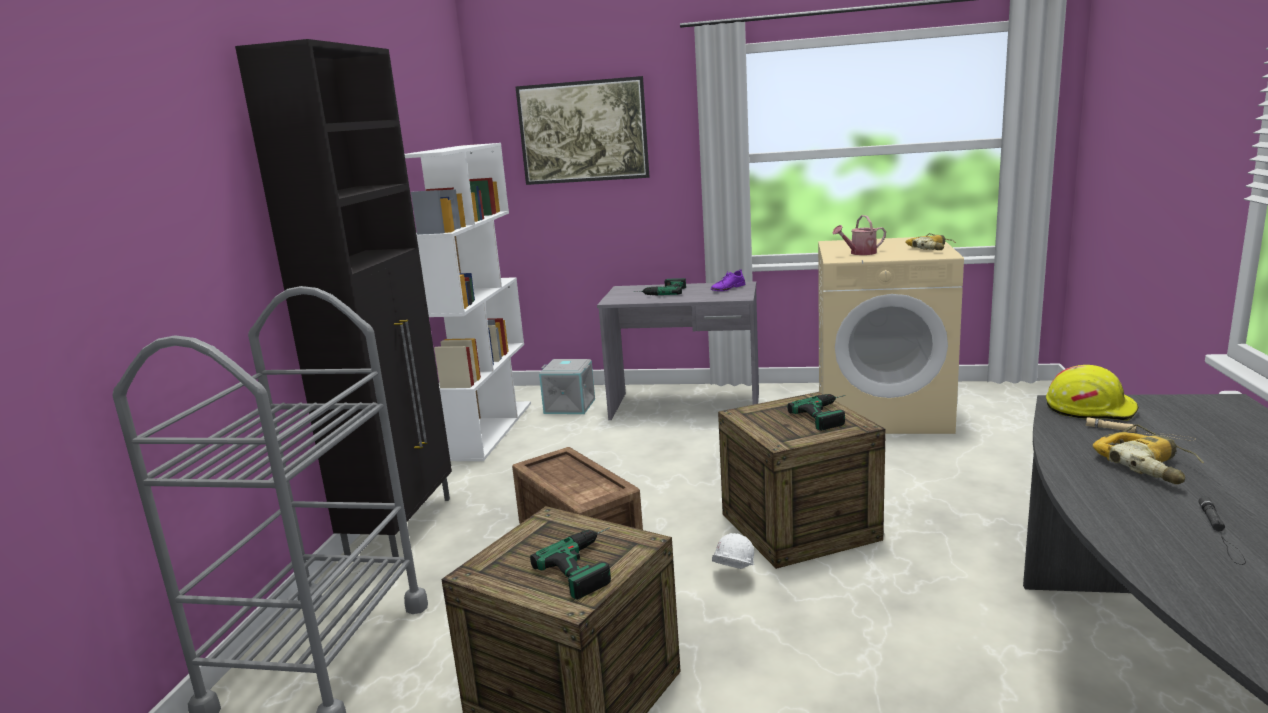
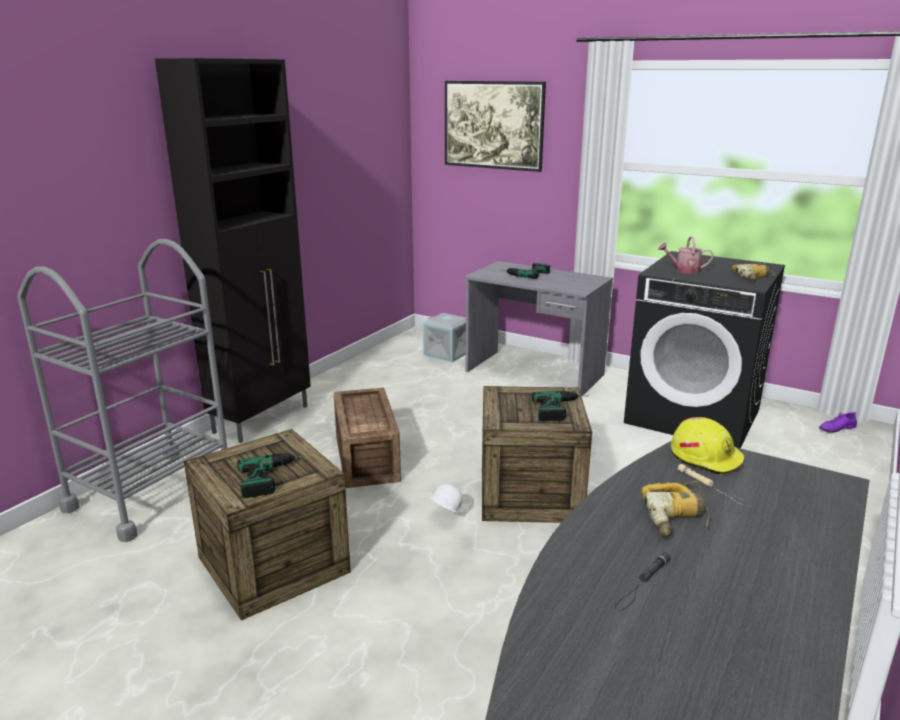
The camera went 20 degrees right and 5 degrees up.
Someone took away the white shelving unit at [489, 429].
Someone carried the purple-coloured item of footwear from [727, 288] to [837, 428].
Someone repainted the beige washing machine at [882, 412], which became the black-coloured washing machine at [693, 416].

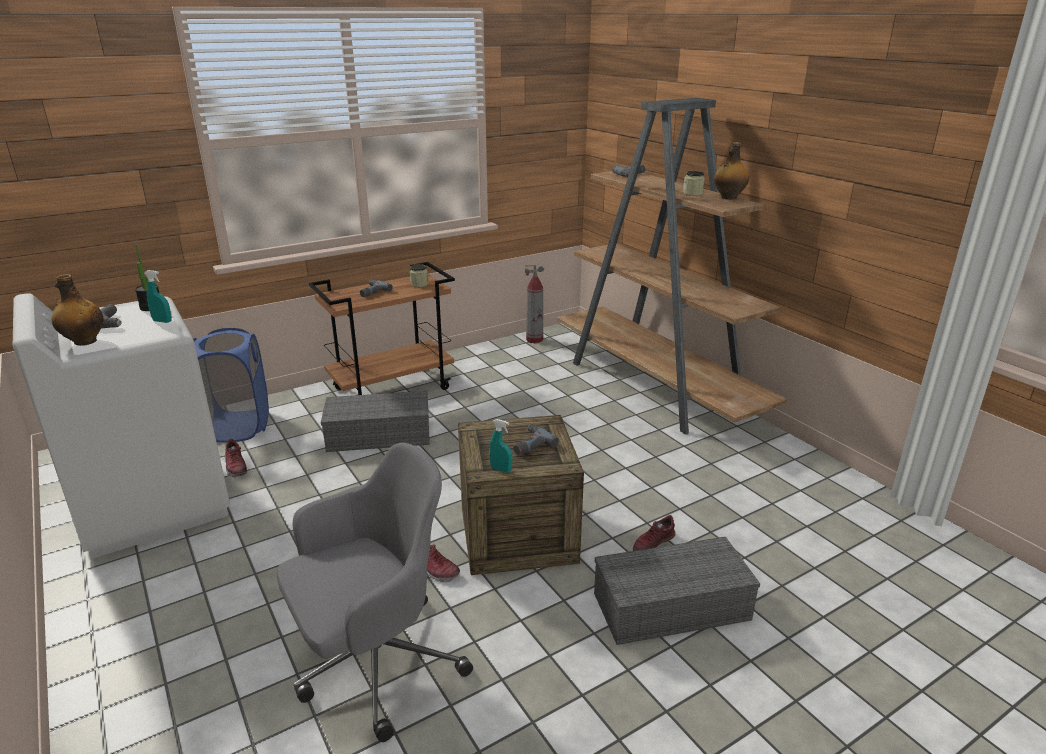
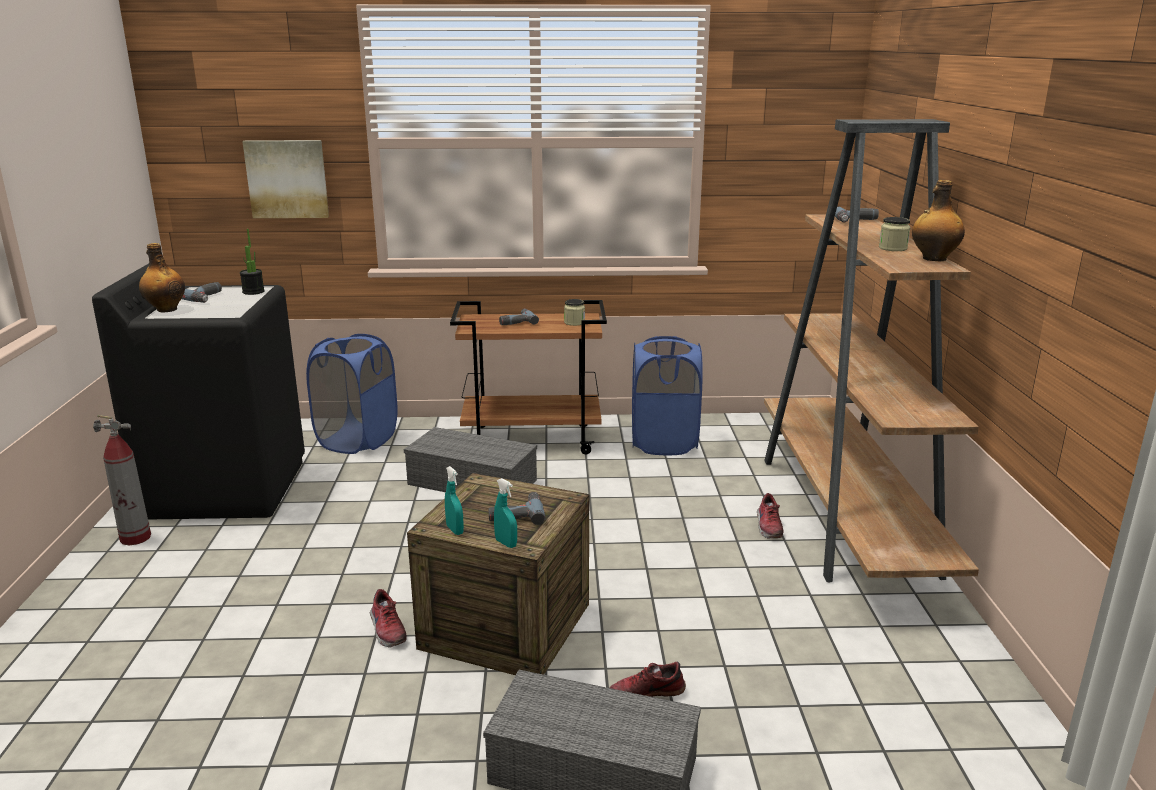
The camera went 30 degrees right and 5 degrees down.
Someone took away the grey computer chair at [374, 663].
Someone put up the picture at [287, 179].
Someone put down the blue laundry basket at [664, 442].
Someone carried the turquoise sprayer from [162, 321] to [506, 543].
Someone carried the item of footwear from [235, 466] to [768, 526].
Someone carried the fire extinguisher from [534, 340] to [136, 538].
Someone repainted the white washing machine at [152, 503], which became the black-coloured washing machine at [226, 488].

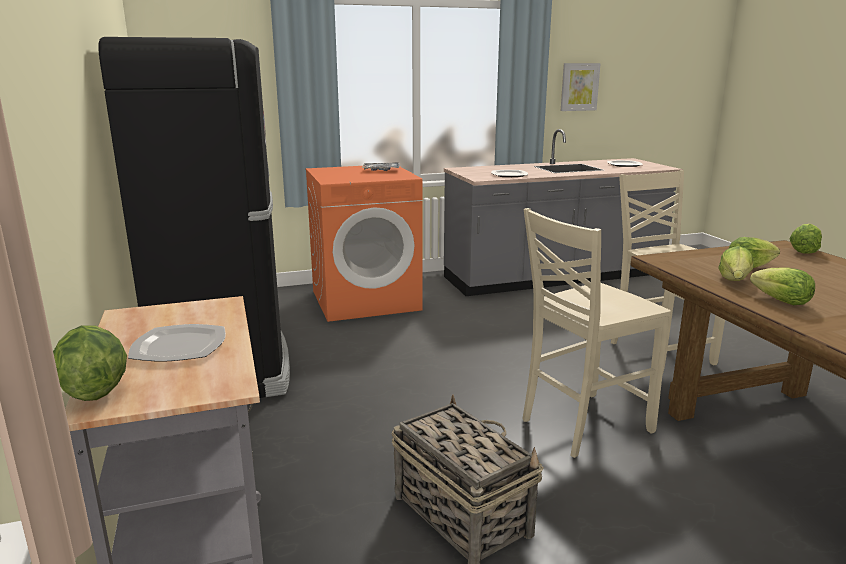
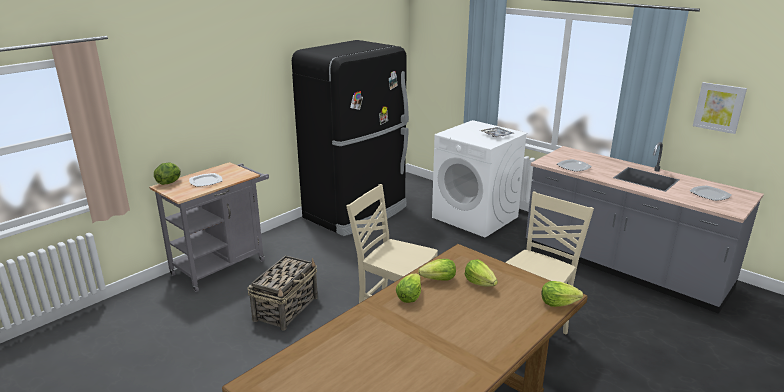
The camera went 60 degrees right and 5 degrees up.
Someone repainted the orange-coloured washing machine at [366, 300], which became the white washing machine at [475, 217].

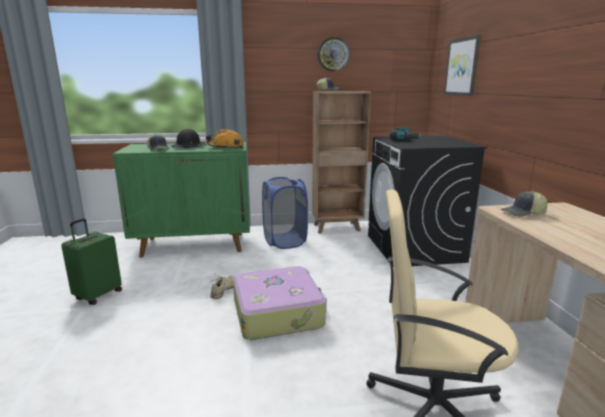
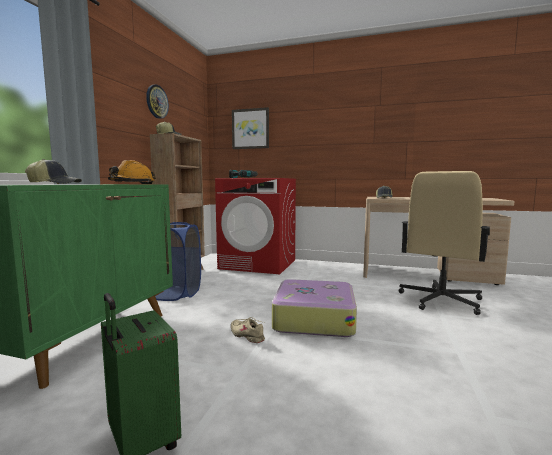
The camera went 65 degrees left and 10 degrees down.
Someone took away the black-coloured hard hat at [189, 146].
Someone repainted the black-coloured washing machine at [414, 248], which became the red washing machine at [259, 264].

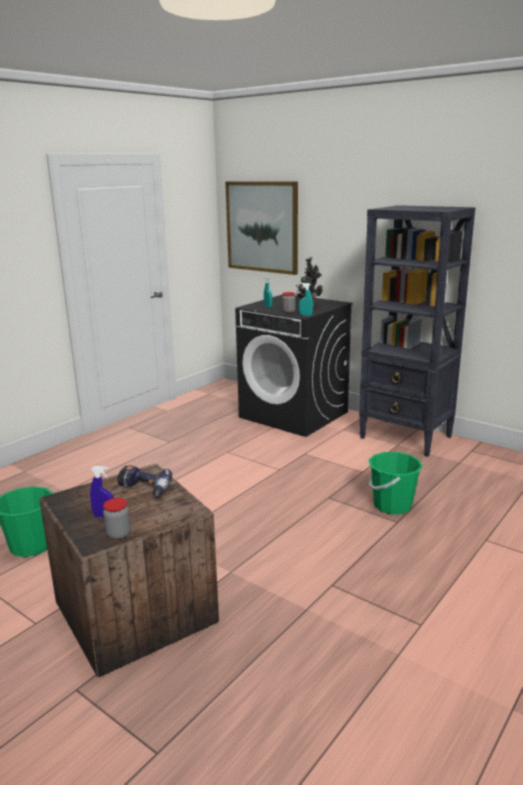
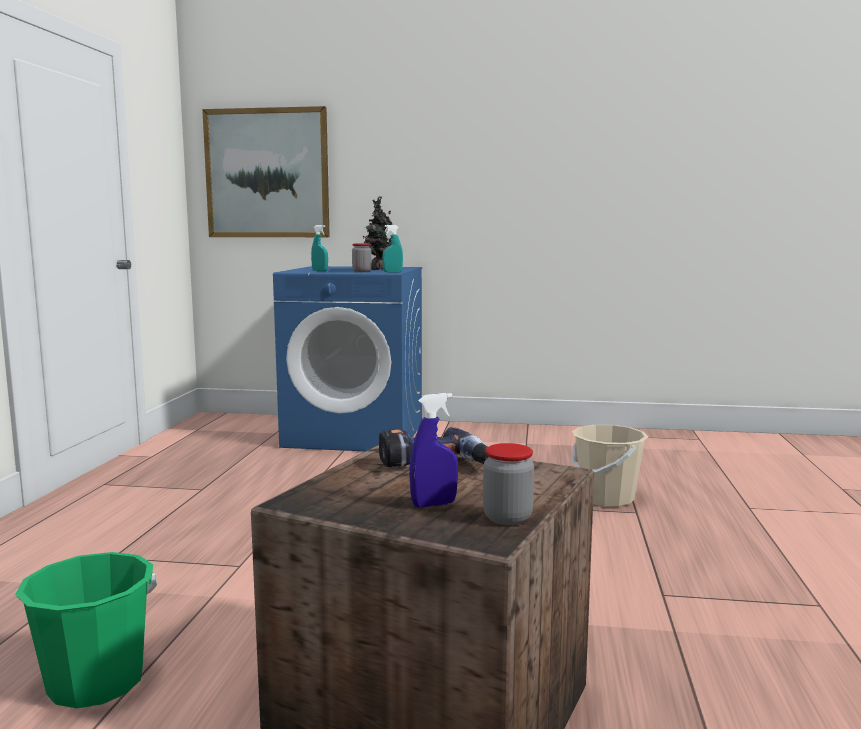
The camera went 30 degrees left and 10 degrees down.
Someone took away the black-coloured shelving unit at [406, 437].
Someone repainted the black-coloured washing machine at [294, 415], which became the blue washing machine at [356, 434].
Someone repainted the greenish water bucket at [392, 505], which became the beige water bucket at [606, 498].

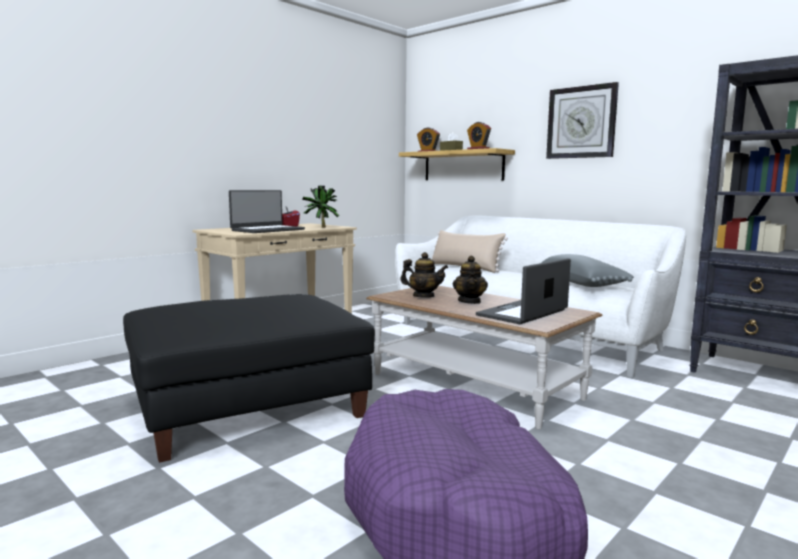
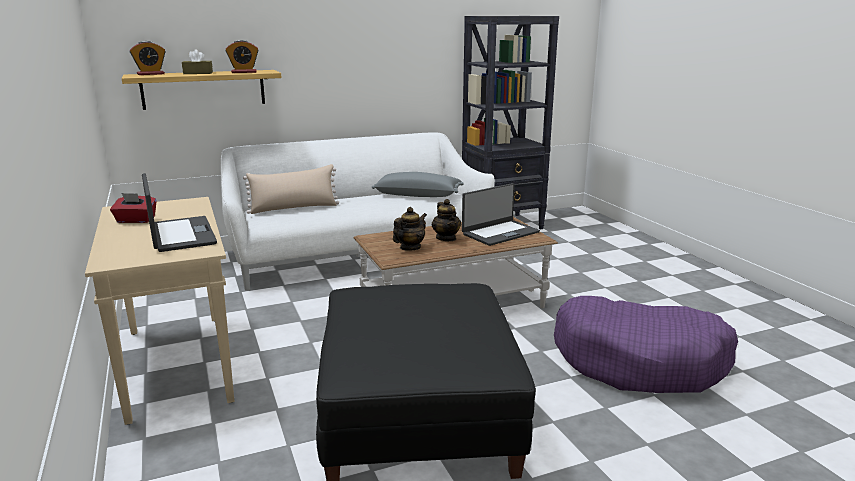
The camera went 65 degrees left and 10 degrees up.
Someone took away the potted plant at [321, 227].
Someone took away the clock on the wall at [581, 122].
Someone rotated the tea pot at [469, 301] by 45 degrees clockwise.
Someone rotated the notebook computer at [523, 313] by 105 degrees counterclockwise.

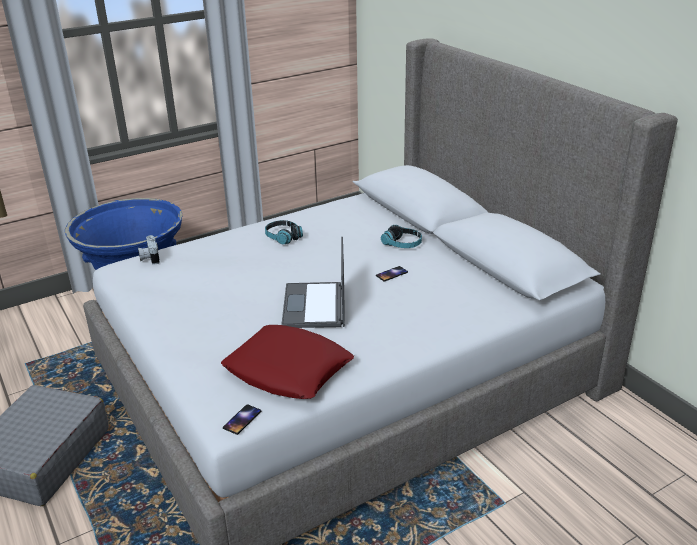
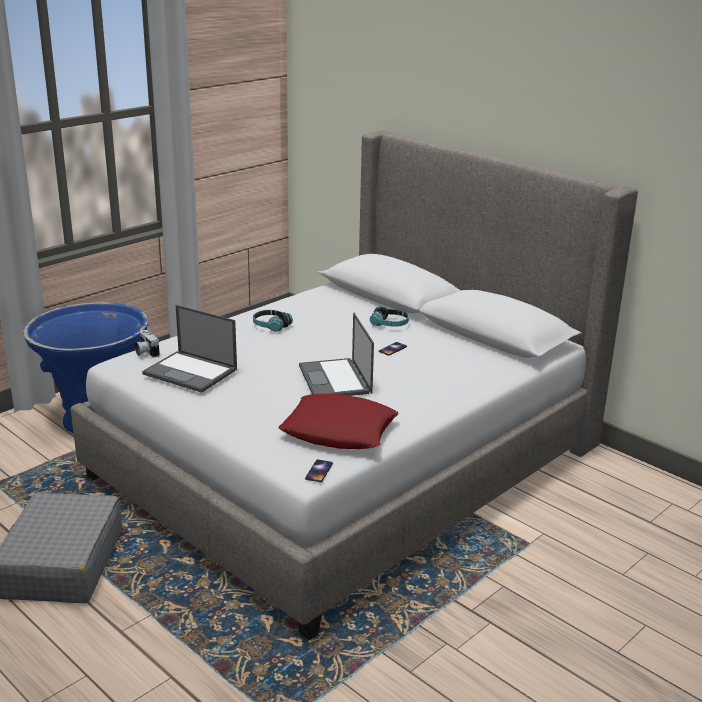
The camera went 15 degrees left and 5 degrees down.
Someone put down the notebook computer at [191, 372].

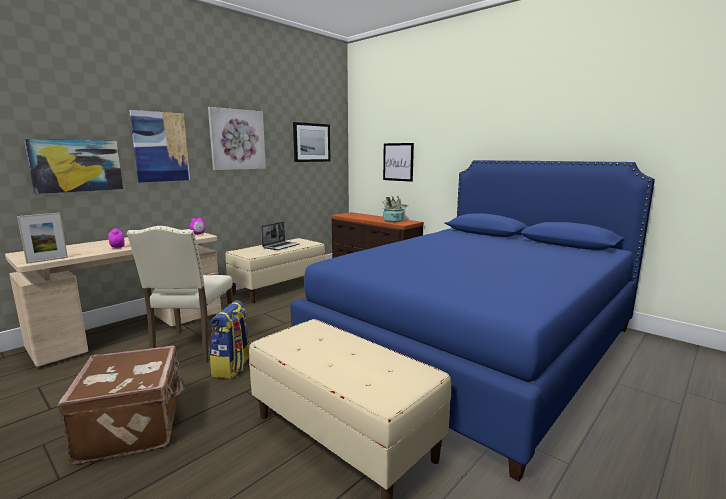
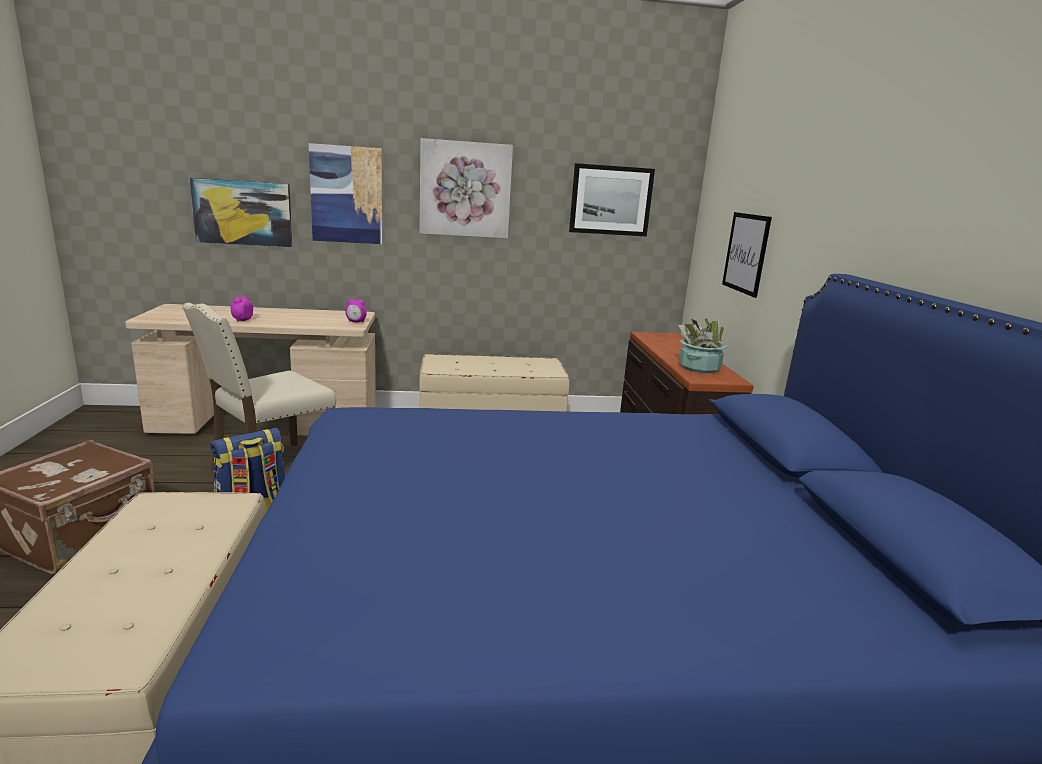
The camera went 40 degrees right and 5 degrees up.
Someone took away the picture frame at [47, 260].
Someone took away the notebook computer at [281, 246].

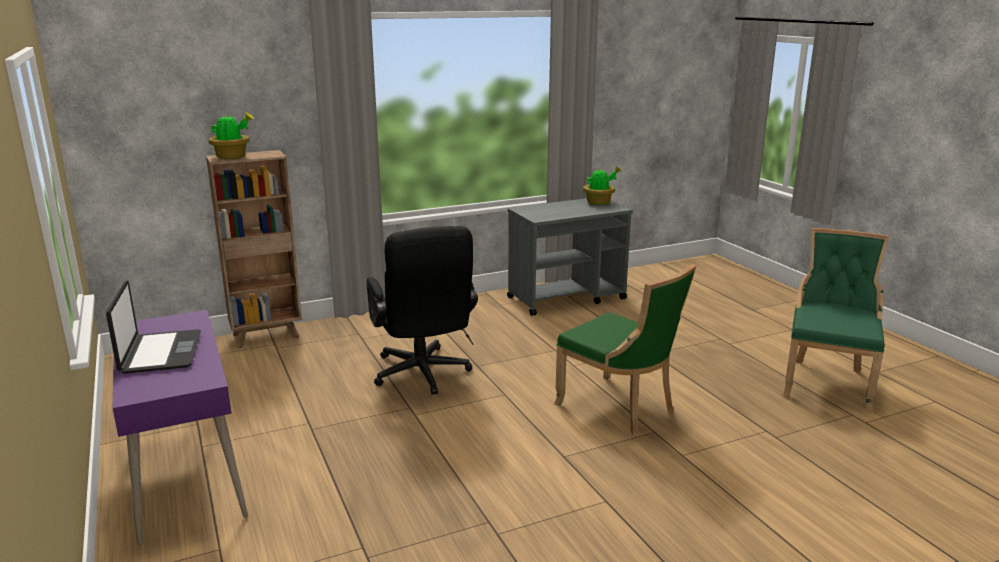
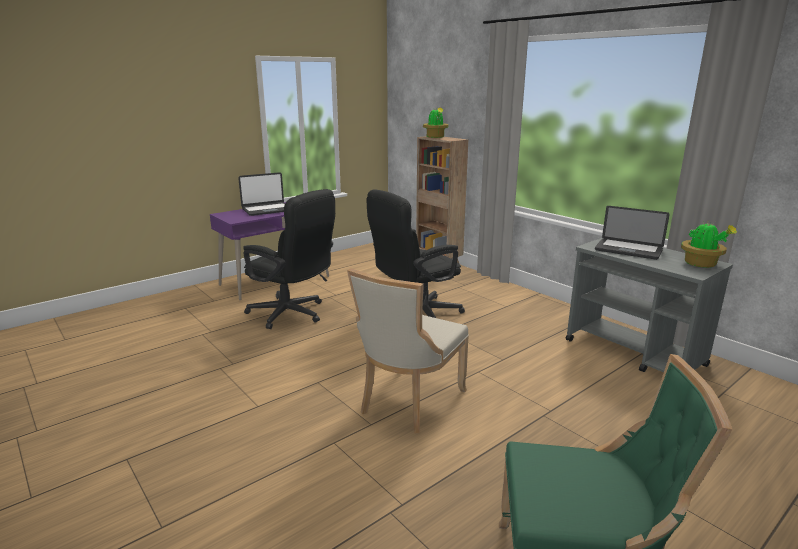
The camera went 75 degrees right and 0 degrees up.
Someone put down the black-coloured computer chair at [292, 314].
Someone put down the notebook computer at [628, 250].
Someone repainted the greenish chair at [620, 407], which became the beige chair at [408, 402].

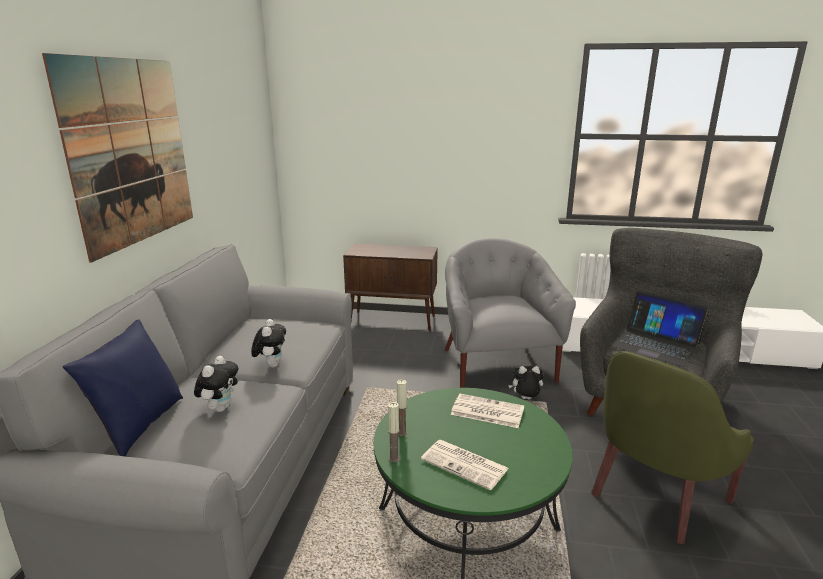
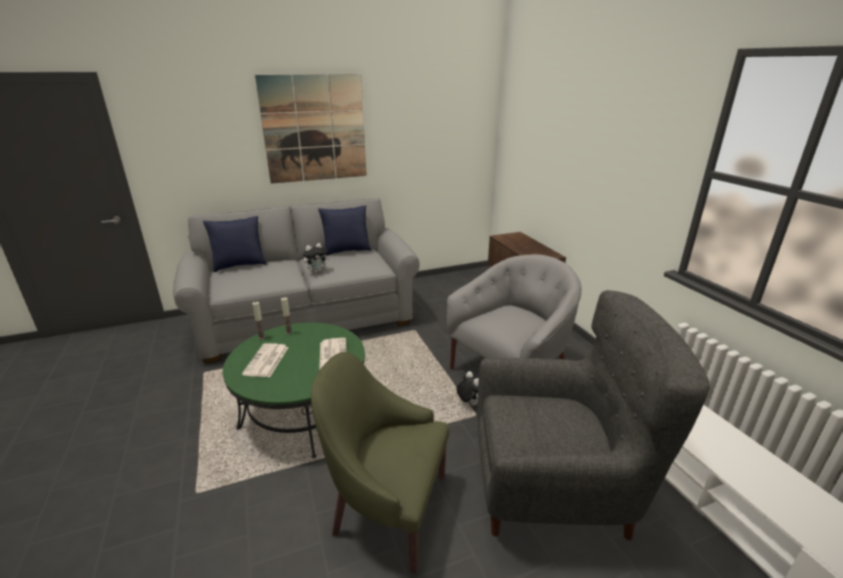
The camera went 60 degrees right and 5 degrees up.
Someone took away the cuddly toy at [220, 408].
Someone took away the notebook computer at [656, 345].
Someone put down the blue cushion at [346, 251].

